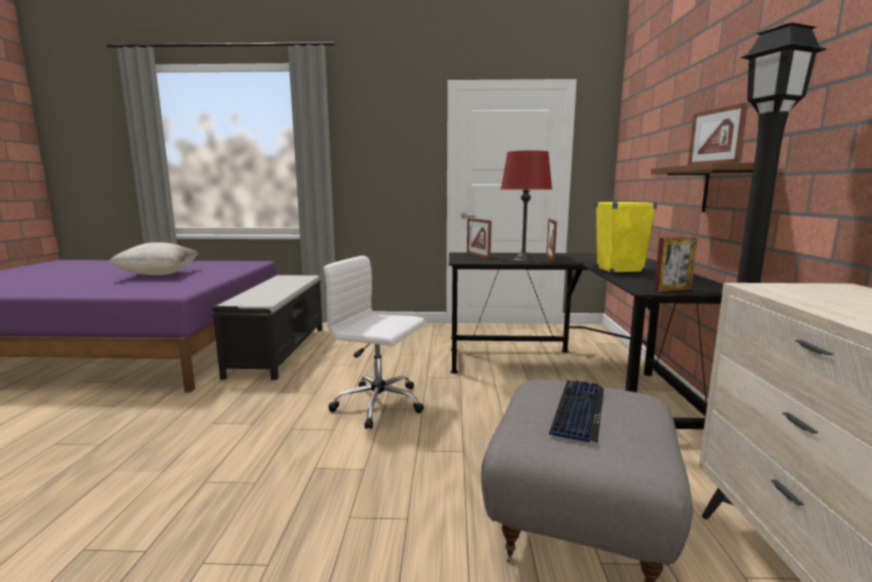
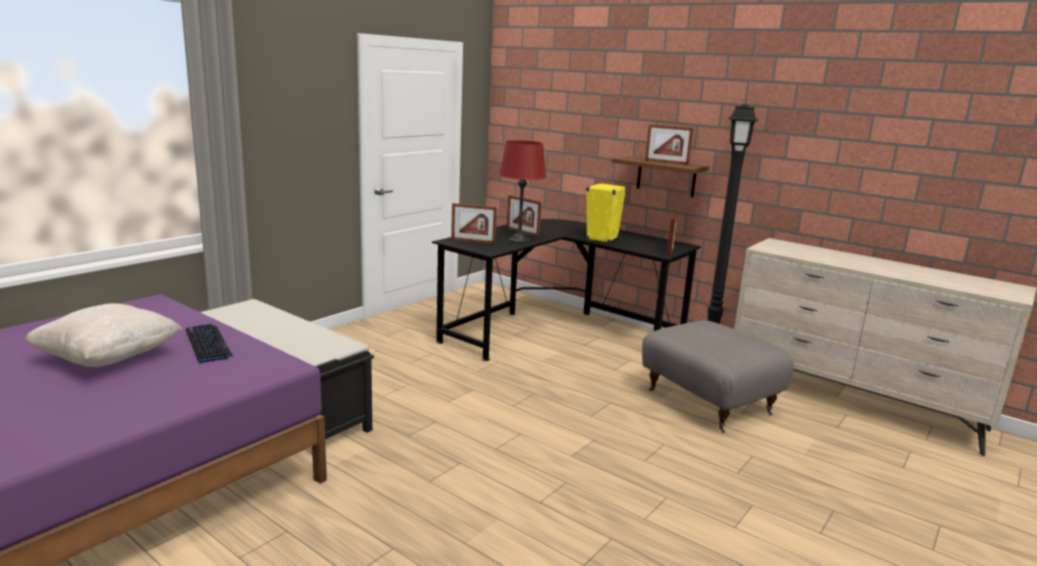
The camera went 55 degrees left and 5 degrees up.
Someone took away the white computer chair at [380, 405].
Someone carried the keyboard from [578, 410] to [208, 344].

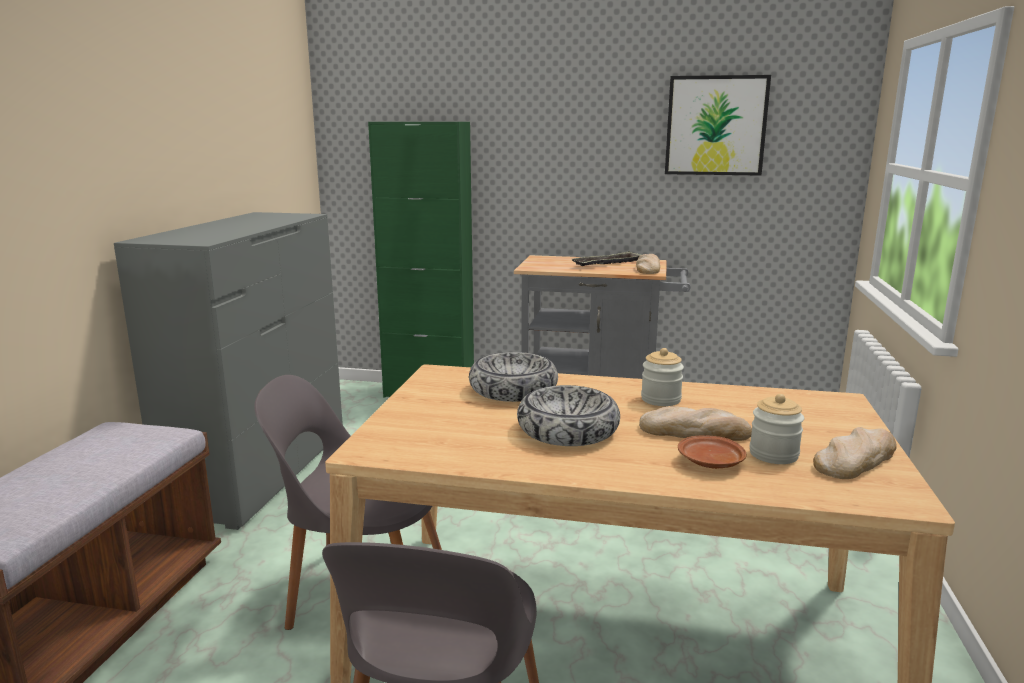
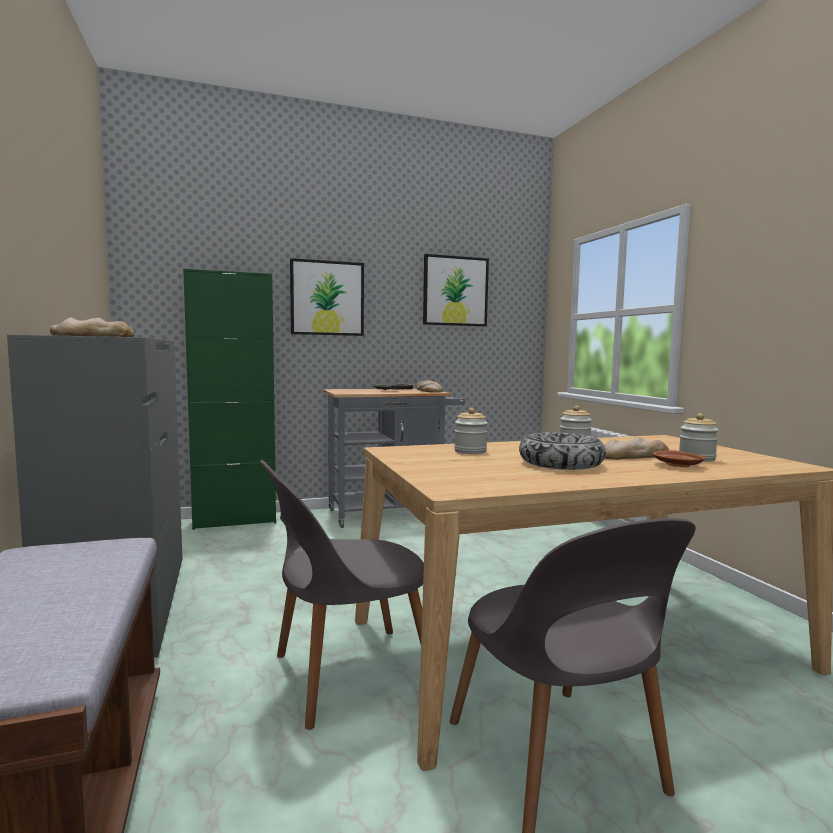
The camera went 30 degrees left and 10 degrees down.
Someone put up the picture at [327, 298].
Someone carried the bread from [855, 459] to [95, 336].
Someone swapped the deep dish at [513, 389] for the jar at [470, 451].

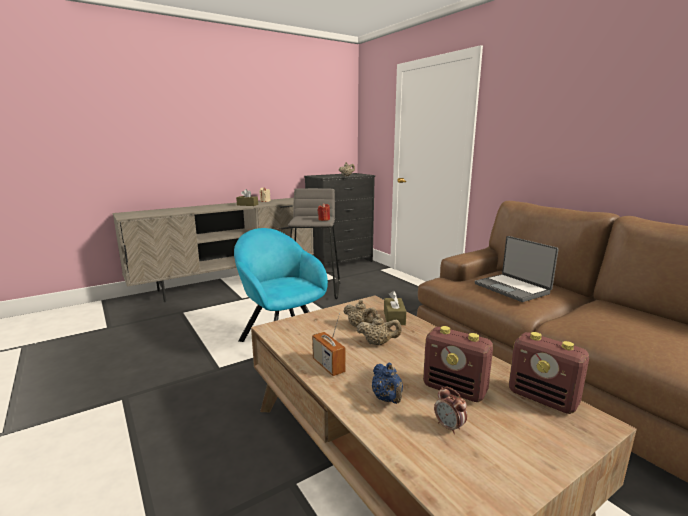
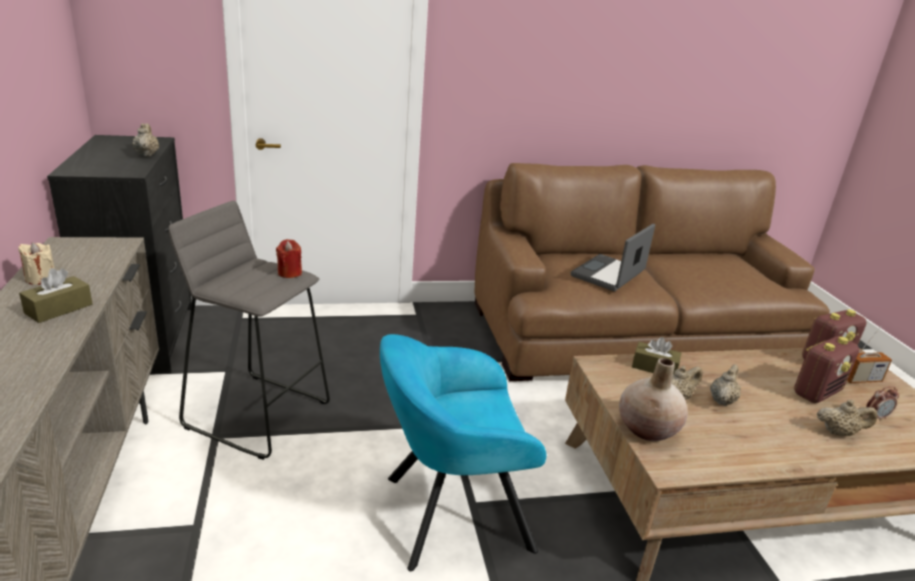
The camera went 70 degrees left and 10 degrees up.
Someone put down the beige flower vase at [648, 429].
Someone carried the radio from [328, 366] to [860, 379].
Someone repainted the blue tea pot at [387, 399], which became the beige tea pot at [839, 432].
Someone rotated the notebook computer at [512, 288] by 135 degrees clockwise.

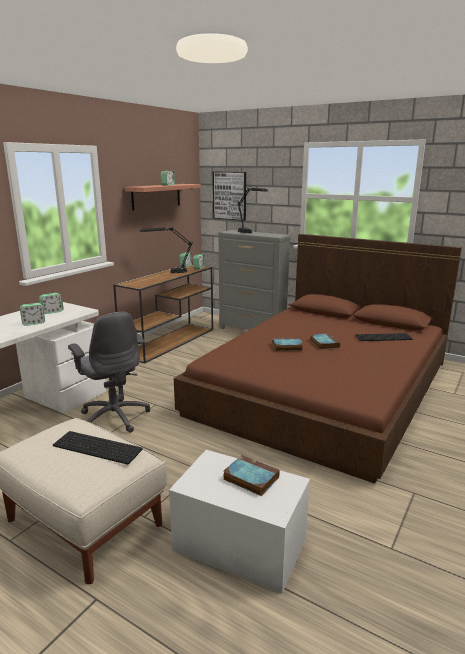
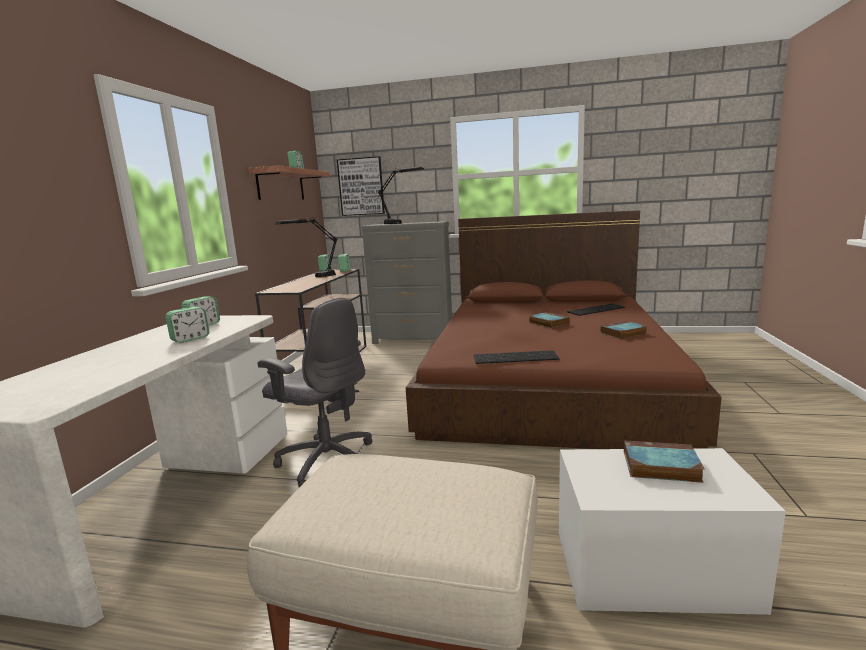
The camera went 20 degrees left and 5 degrees down.
Someone carried the keyboard from [99, 447] to [516, 357].
Someone carried the book from [286, 346] to [623, 333].

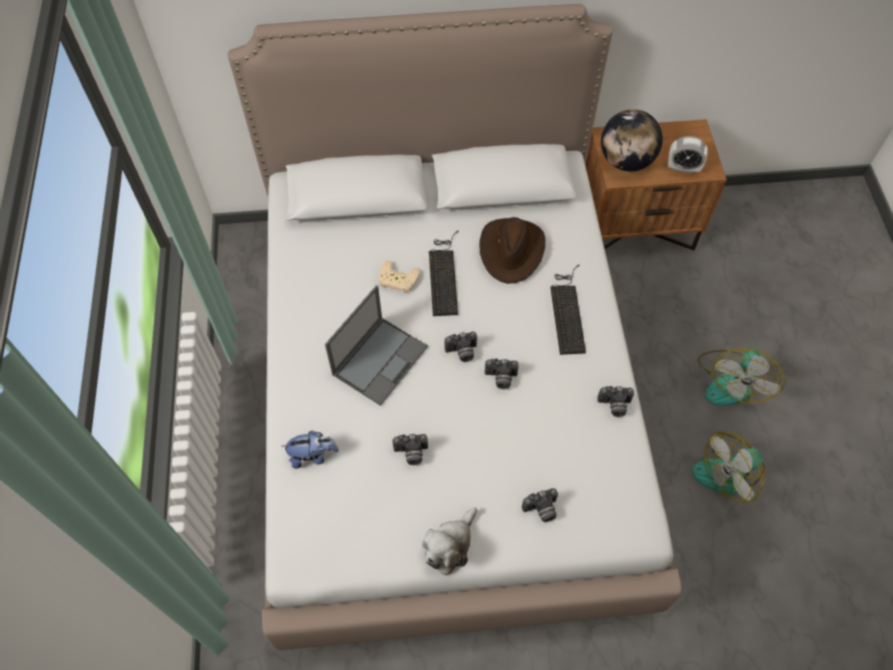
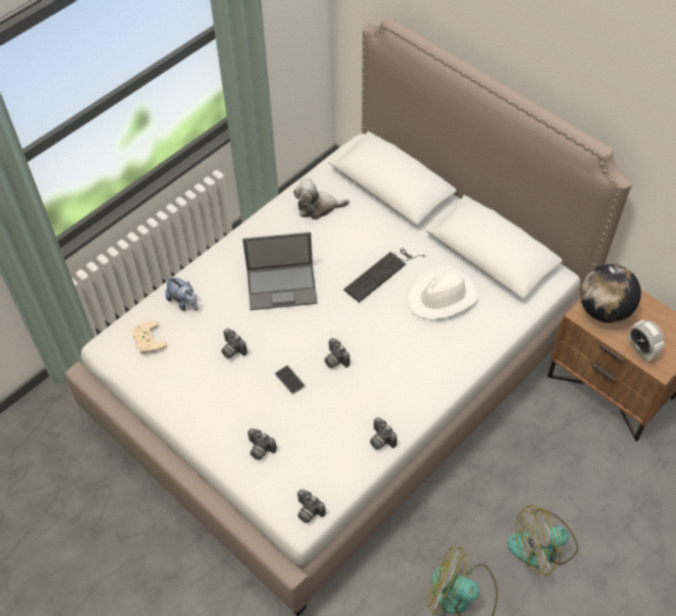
The camera went 50 degrees right and 5 degrees down.
Someone took away the keyboard at [567, 311].
Someone put down the handset at [290, 380].
Someone carried the beige game controller from [397, 280] to [146, 340].
Someone carried the cuddly toy from [449, 545] to [318, 207].
Someone carried the still camera from [462, 353] to [308, 512].
Someone repainted the brown clothing hat at [511, 251], which became the white clothing hat at [442, 296].

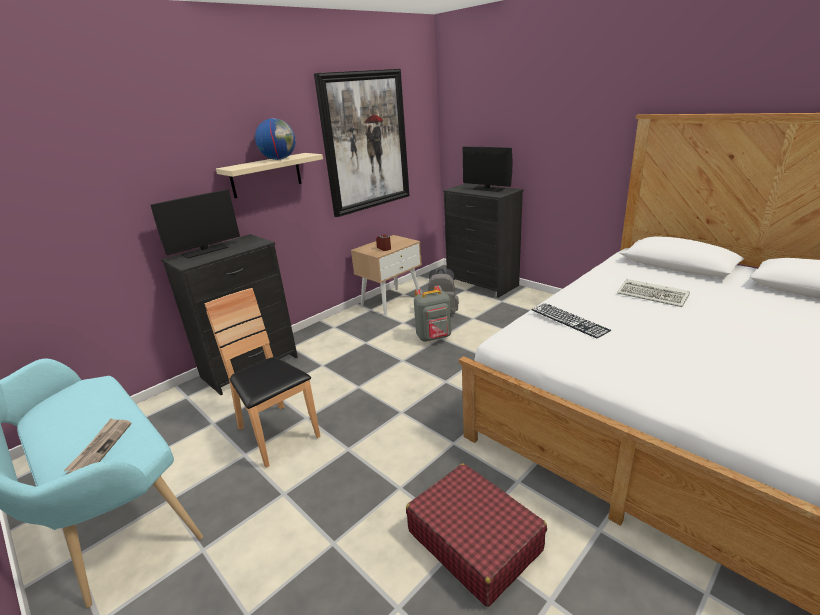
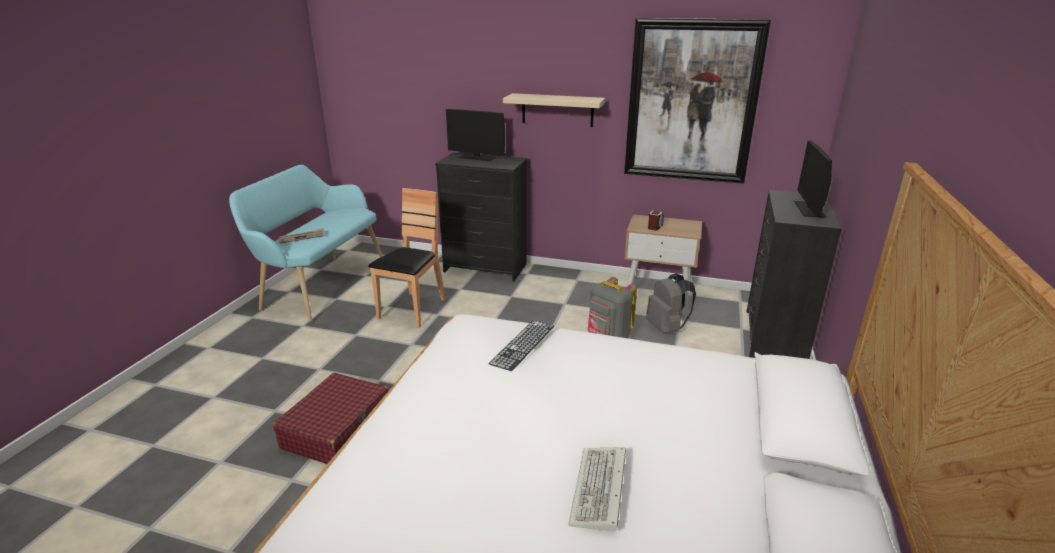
The camera went 60 degrees right and 0 degrees up.
Someone took away the world globe at [279, 159].
Someone carried the keyboard from [654, 295] to [600, 492].

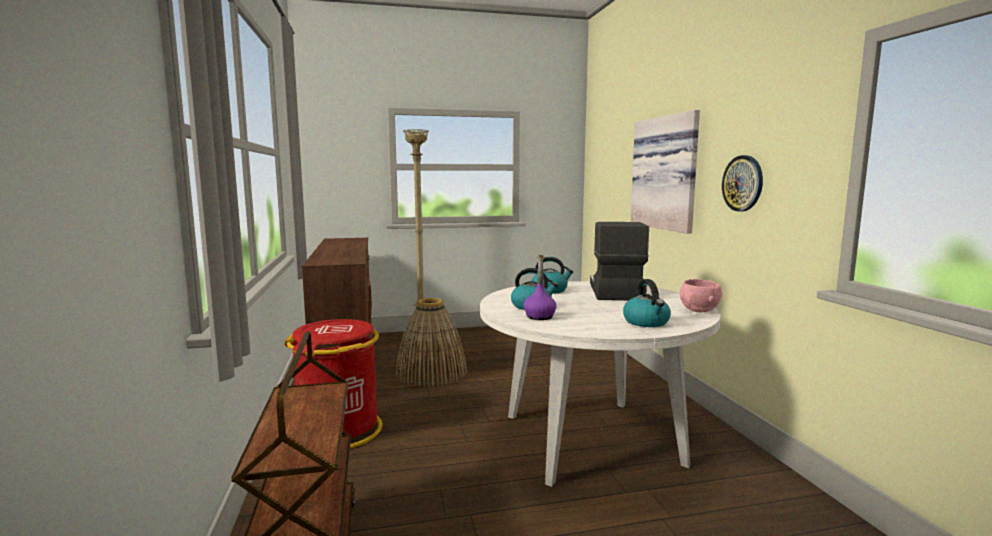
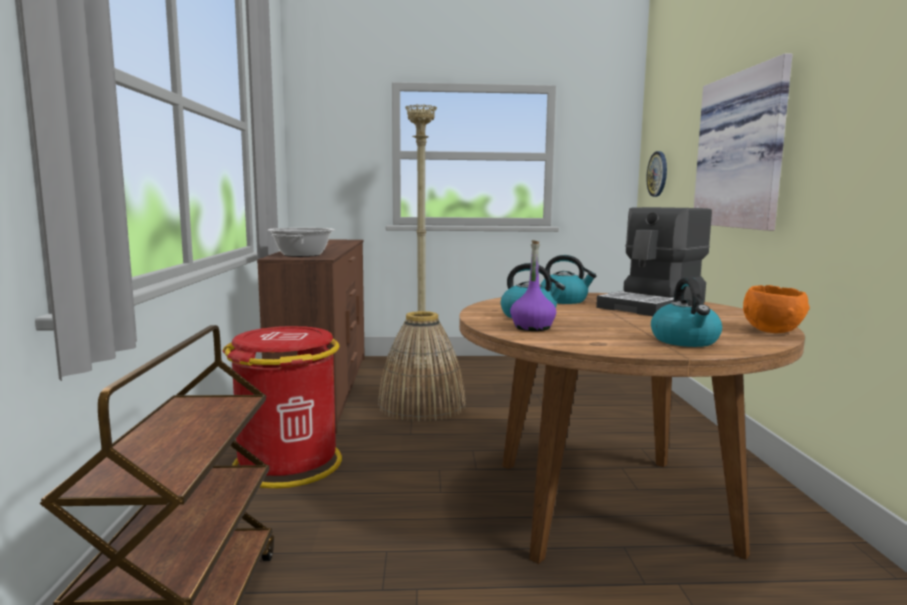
The camera went 10 degrees right and 0 degrees up.
Someone put down the cooking pot at [302, 255].
Someone carried the clock on the wall from [743, 183] to [658, 174].
Someone repainted the white dining table at [590, 439], which became the brown dining table at [608, 504].
Someone repainted the pinkish deep dish at [698, 311], which became the orange-coloured deep dish at [771, 331].
Someone rotated the coffee maker at [614, 291] by 150 degrees counterclockwise.

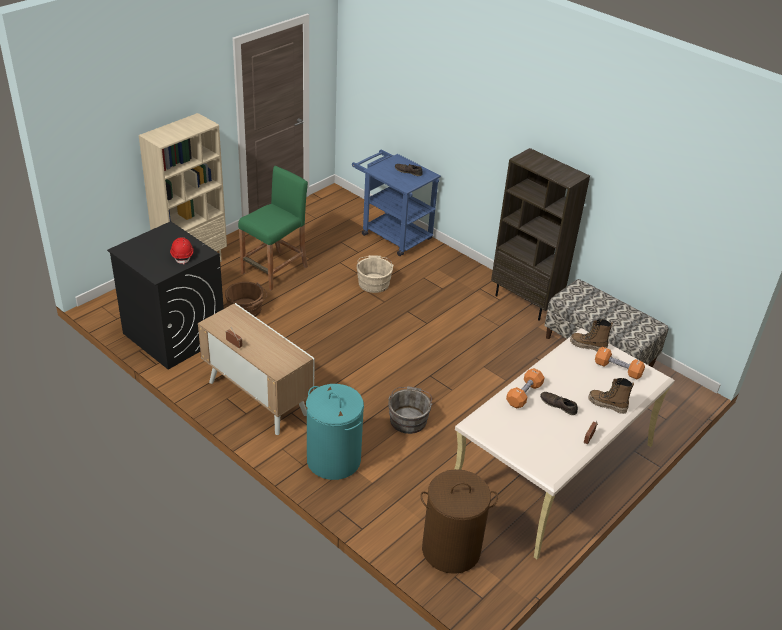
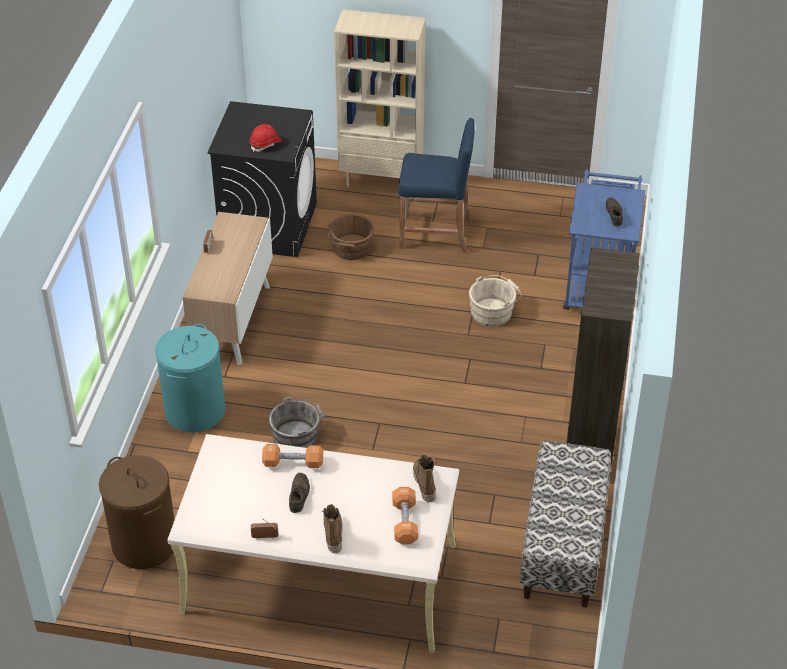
The camera went 60 degrees right and 5 degrees up.
Someone repainted the greenish stool at [275, 270], which became the blue stool at [435, 234].

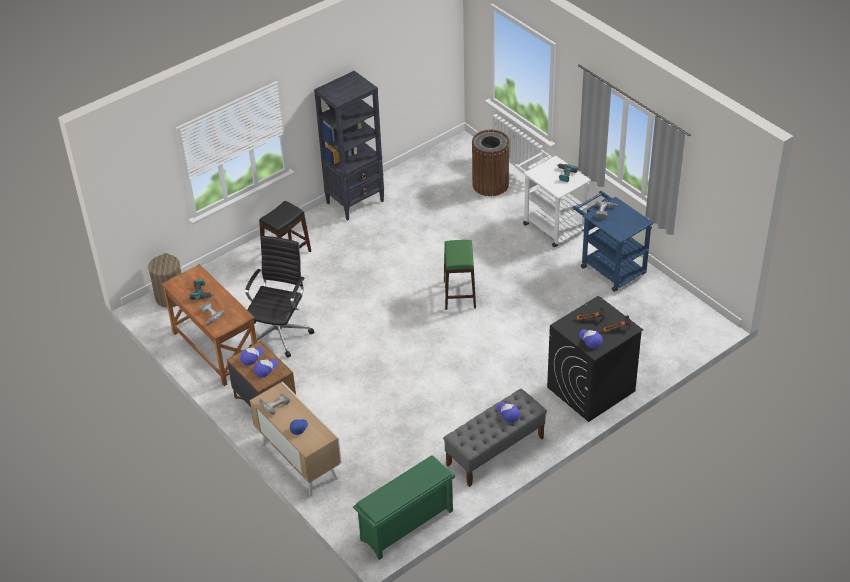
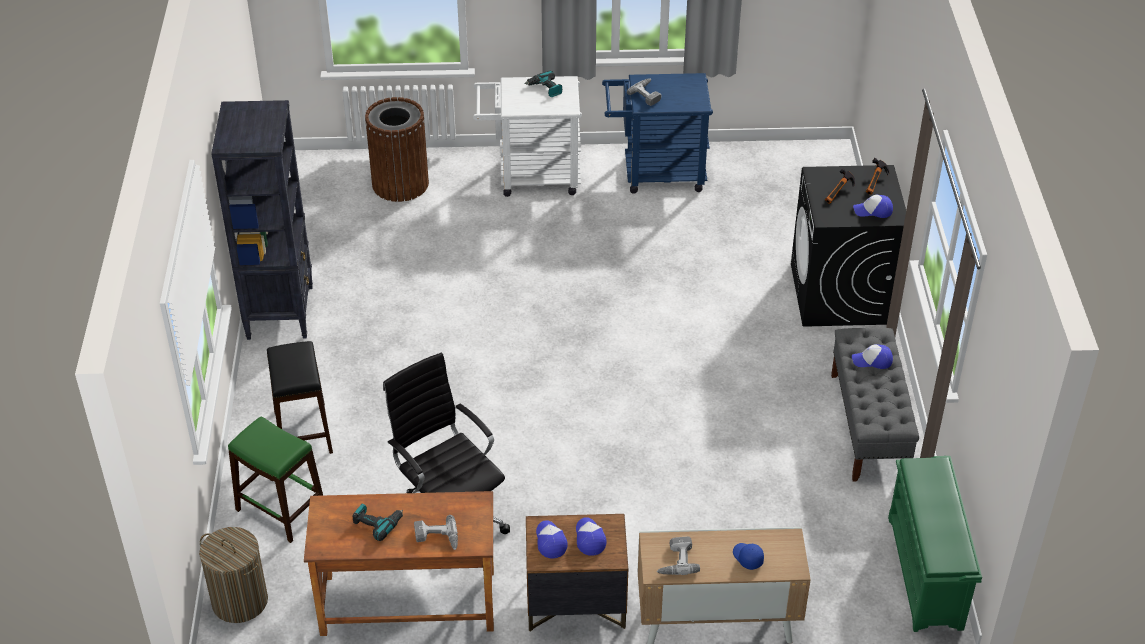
The camera went 55 degrees left and 0 degrees up.
Someone carried the greenish stool from [459, 294] to [281, 510].

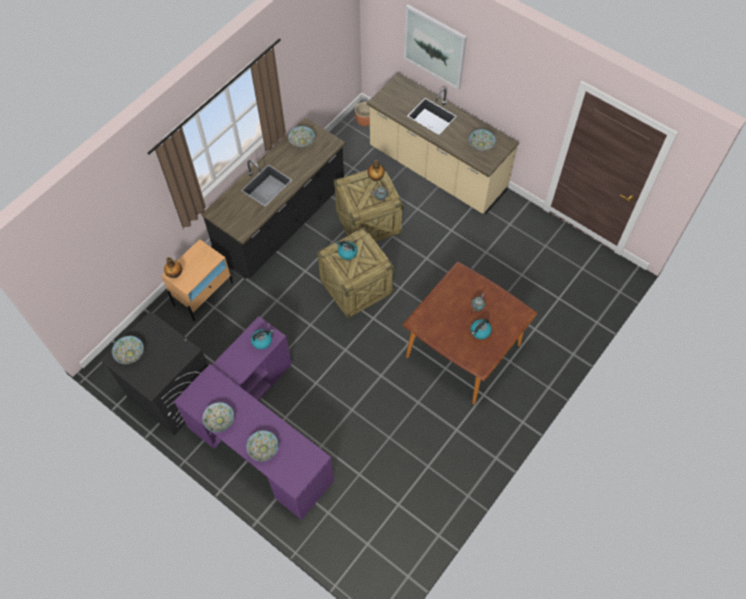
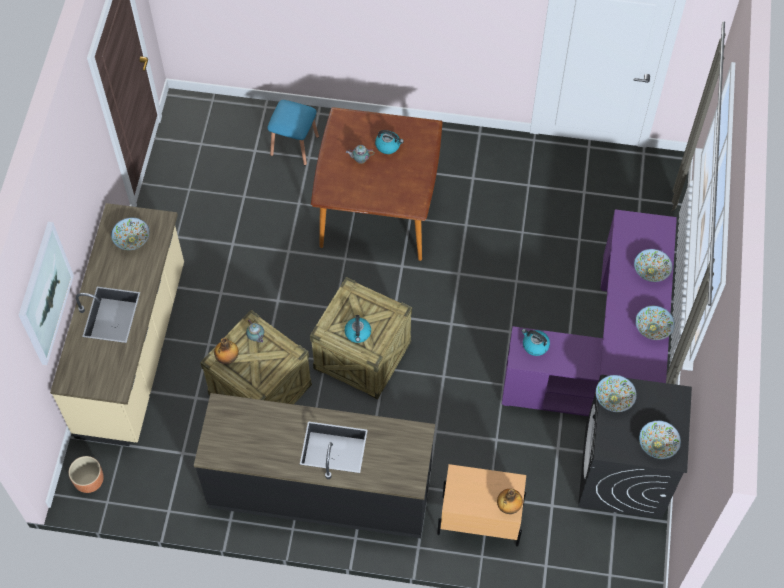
The camera went 120 degrees left and 0 degrees up.
Someone put down the blue stool at [294, 145].
Someone carried the deep dish from [302, 141] to [614, 399].

